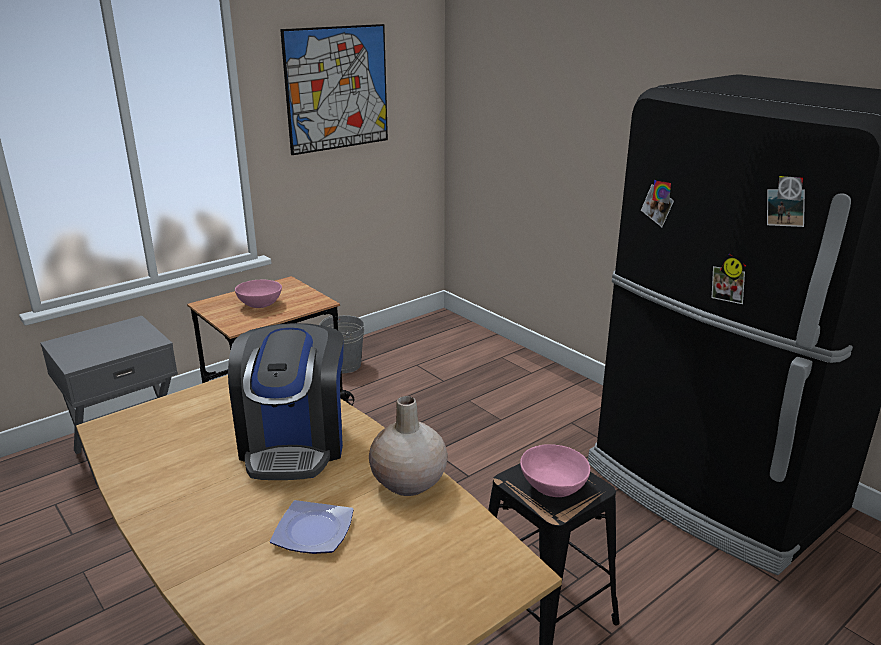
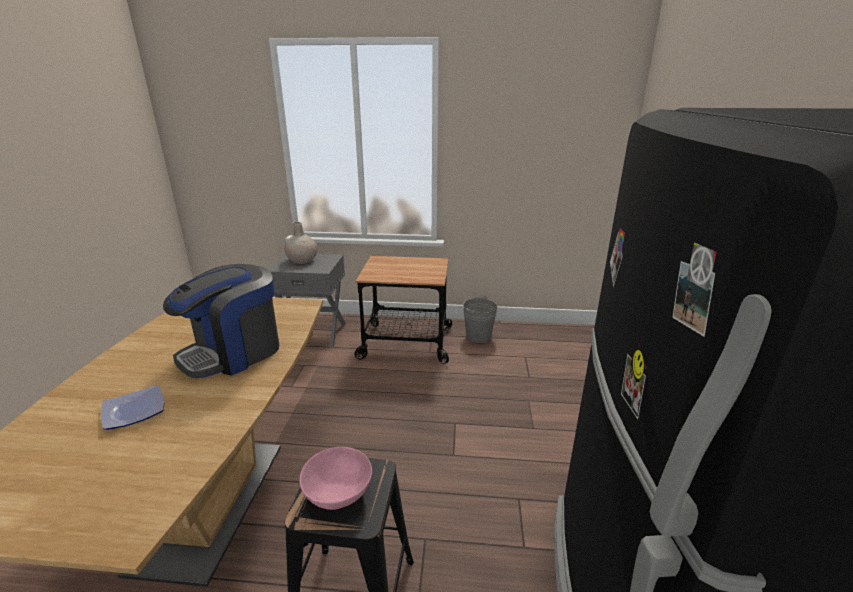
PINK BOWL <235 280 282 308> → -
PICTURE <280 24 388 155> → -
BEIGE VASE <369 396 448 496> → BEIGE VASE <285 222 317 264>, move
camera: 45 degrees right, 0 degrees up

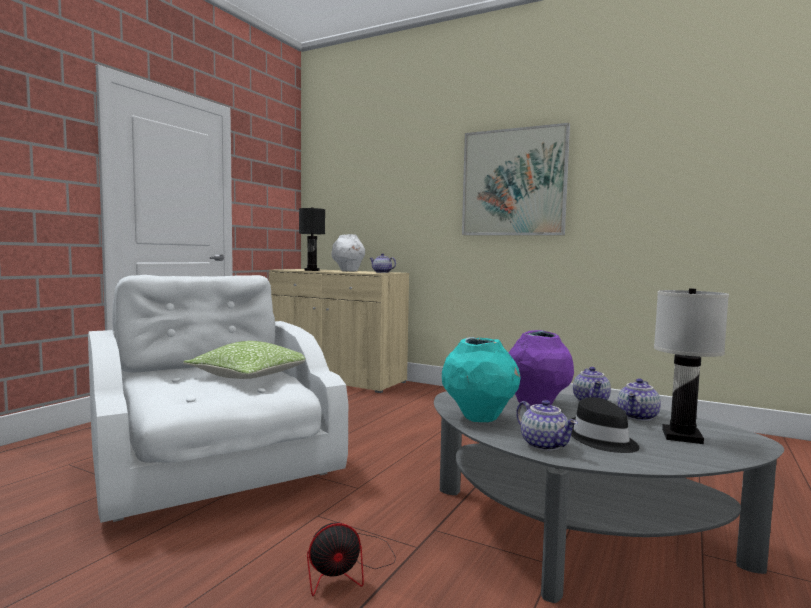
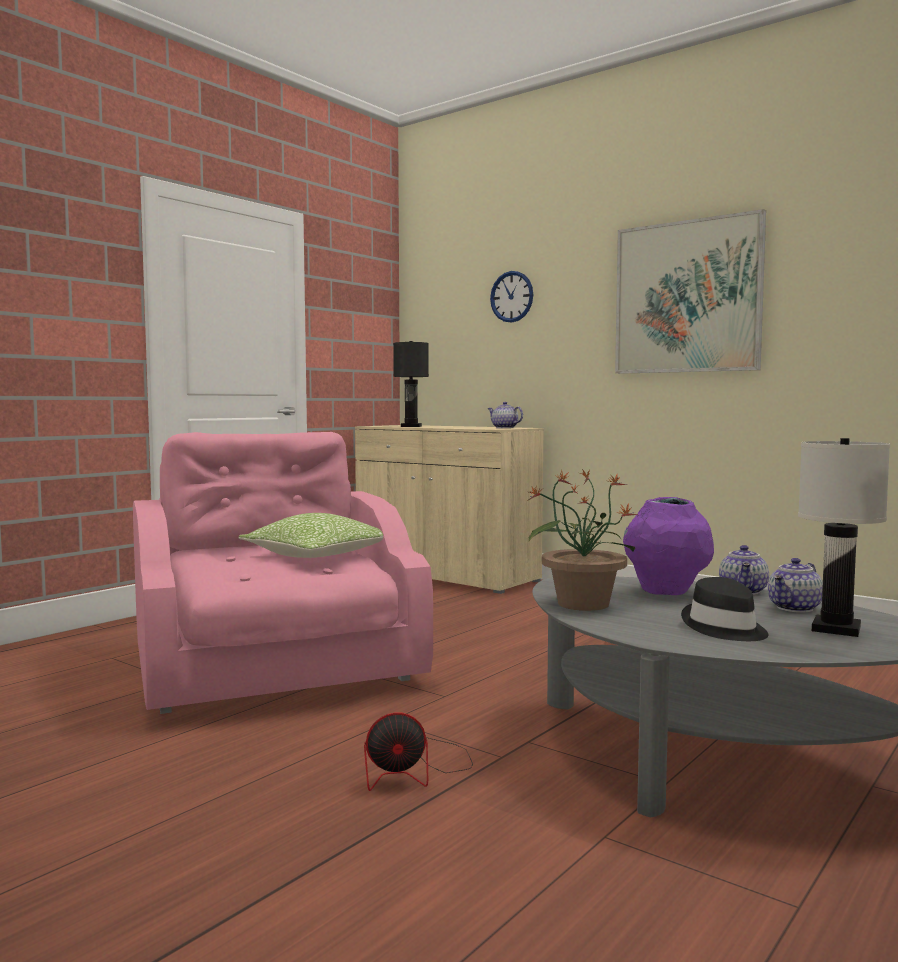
WHITE VASE <331 234 365 271> → -
TEAPOT <516 400 578 451> → -
- → WALL CLOCK <490 271 533 323>
TURQUOISE VASE <442 337 521 422> → POTTED PLANT <527 469 638 611>
WHITE ARMCHAIR <88 275 348 523> → PINK ARMCHAIR <133 432 433 714>
camera: 10 degrees right, 0 degrees up

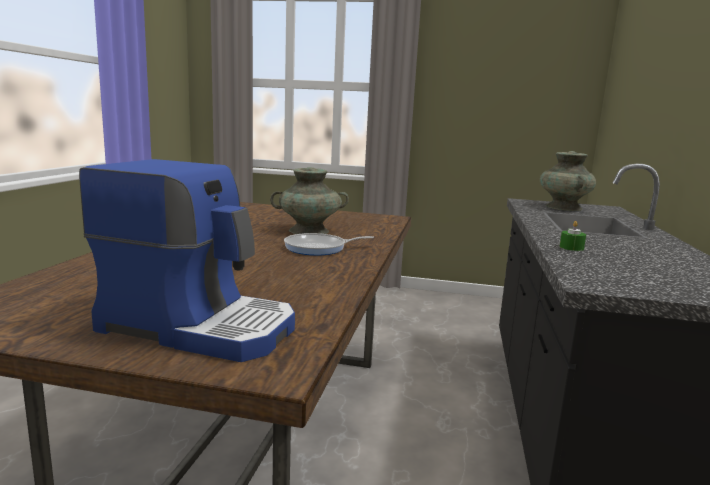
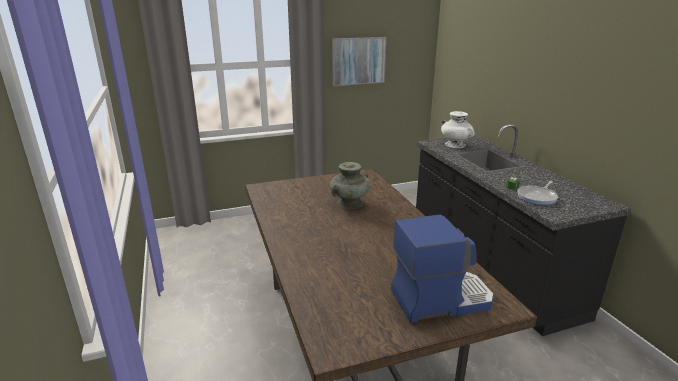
- → PICTURE <332 37 386 86>
FRYING PAN <284 233 374 256> → FRYING PAN <517 181 558 205>, move
TURQUOISE VASE <540 151 596 211> → WHITE VASE <441 111 475 148>
camera: 30 degrees left, 10 degrees up

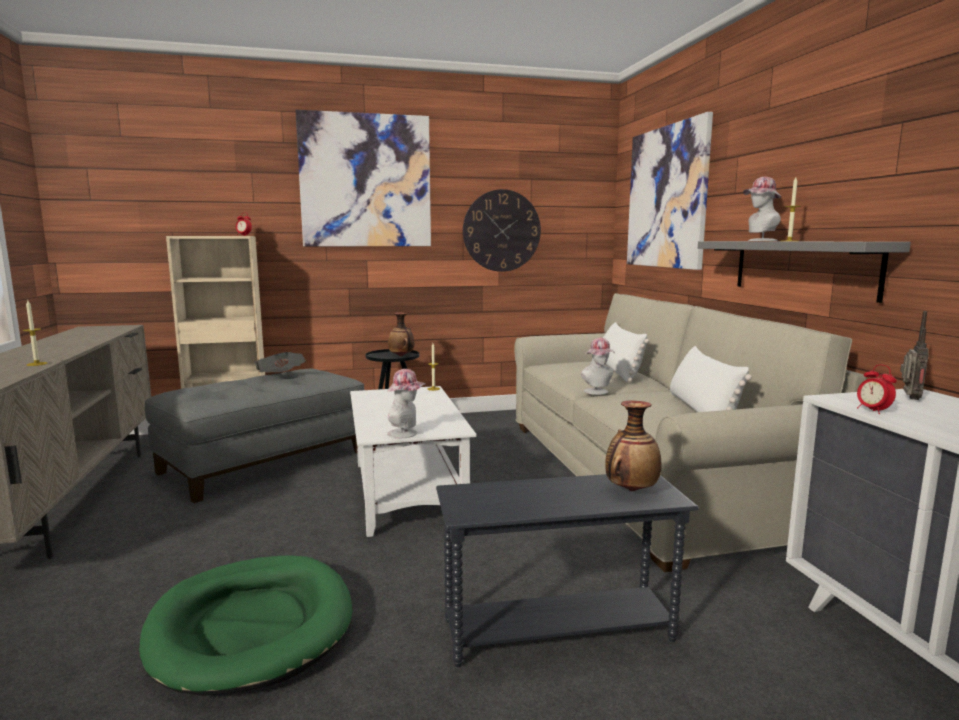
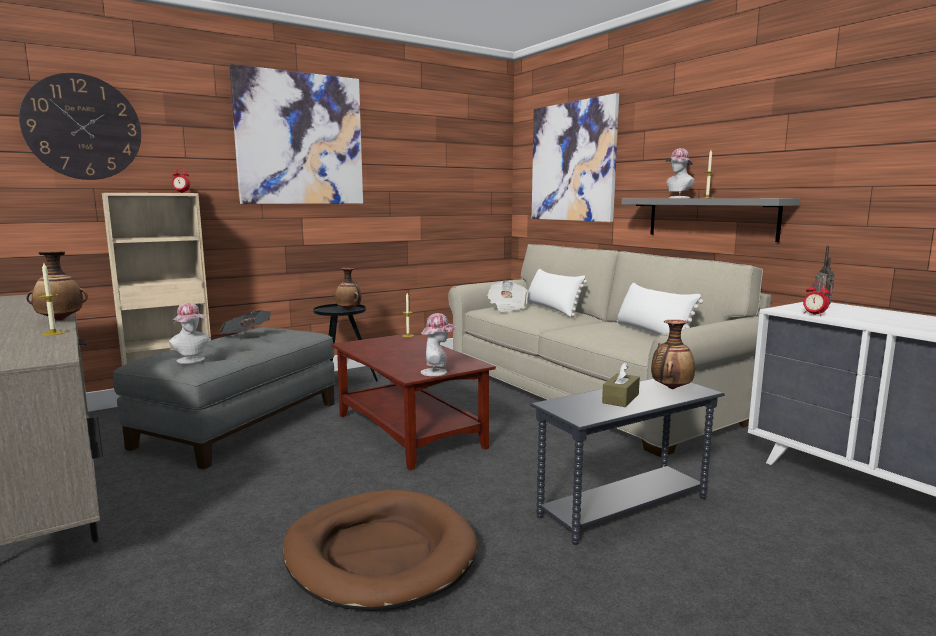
- → VASE <26 251 88 321>
- → NEWSPAPER <487 281 528 312>
- → BROWN TISSUE BOX <602 362 640 407>
WALL CLOCK <463 189 541 272> → WALL CLOCK <19 73 141 180>, move
HAT <581 338 615 395> → HAT <169 303 209 364>, move
GREEN DOG BED <139 555 353 696> → BROWN DOG BED <282 490 478 611>
WHITE COFFEE TABLE <350 386 477 537> → BROWN COFFEE TABLE <331 333 496 471>
camera: 20 degrees left, 0 degrees up

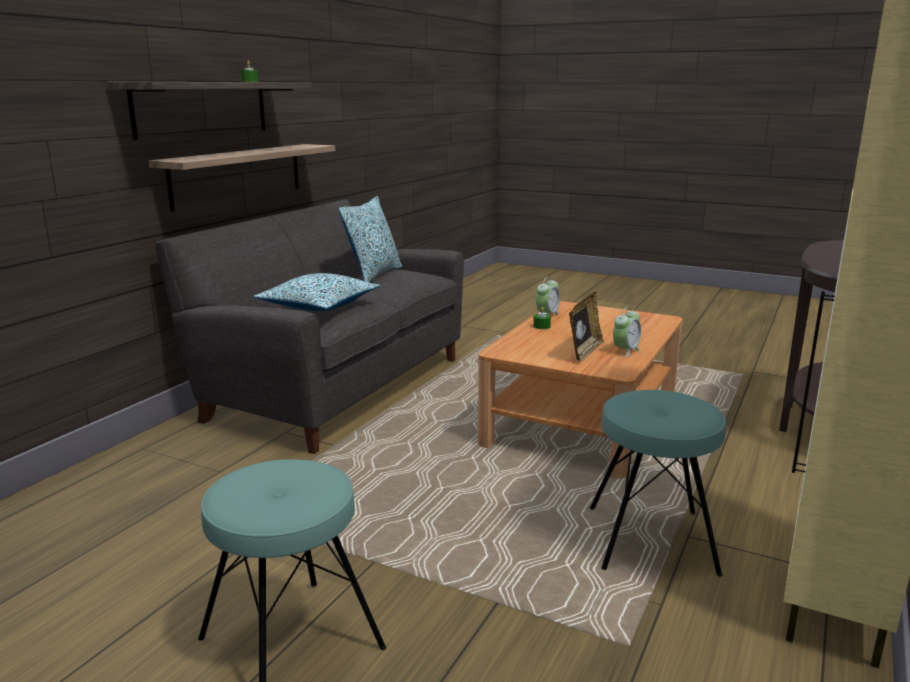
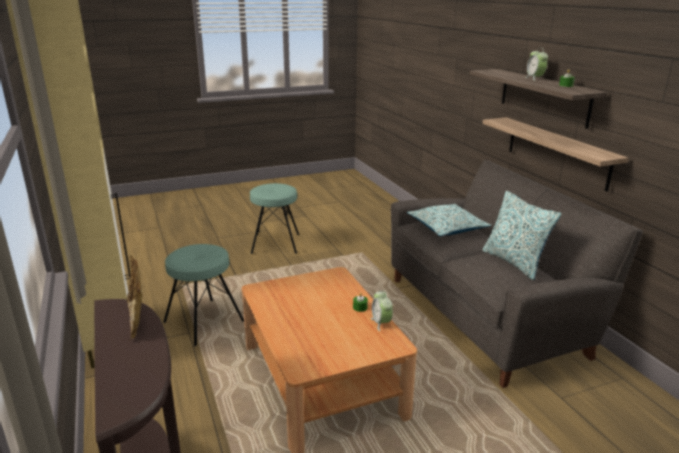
PICTURE FRAME <569 292 604 362> → PICTURE FRAME <127 256 142 340>, move
ALARM CLOCK <613 307 641 357> → ALARM CLOCK <525 48 548 81>, move
camera: 130 degrees right, 5 degrees up

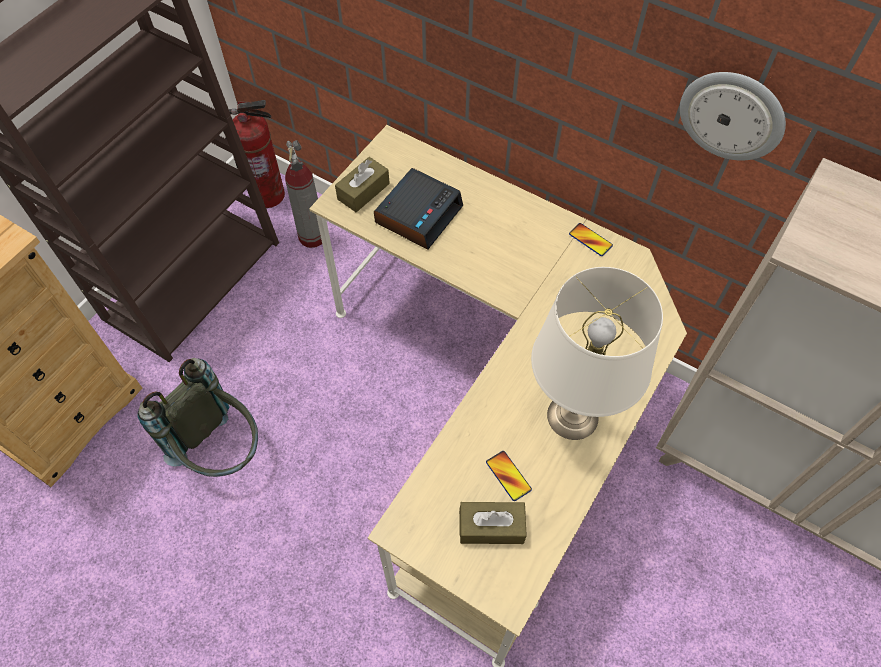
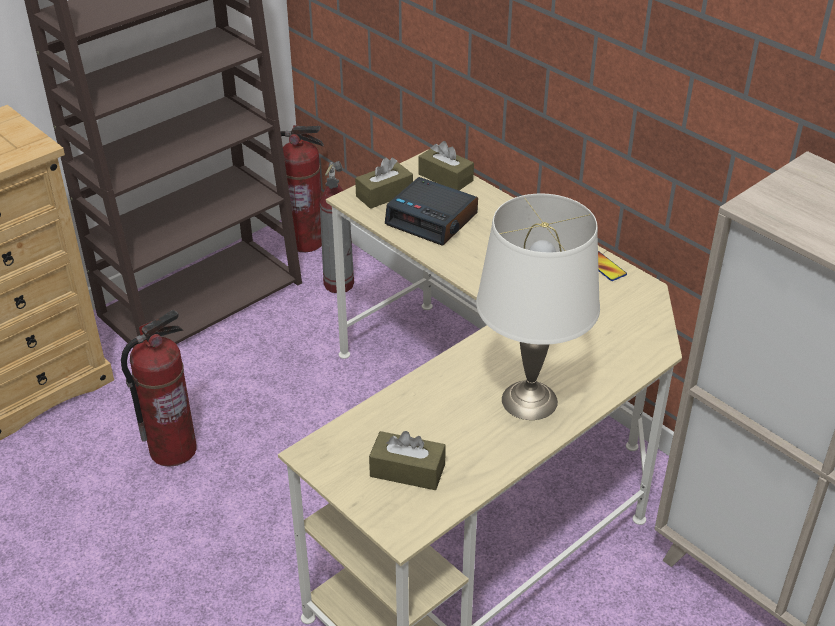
PHONE <486 451 532 501> → -
WALL CLOCK <680 72 786 160> → -
- → BROWN TISSUE BOX <418 141 474 190>
GREY BACKPACK <137 358 258 477> → FIRE EXTINGUISHER <121 310 197 467>
ALARM CLOCK <374 168 463 250> → ALARM CLOCK <385 177 478 245>, 75 degrees clockwise
camera: 15 degrees right, 20 degrees down

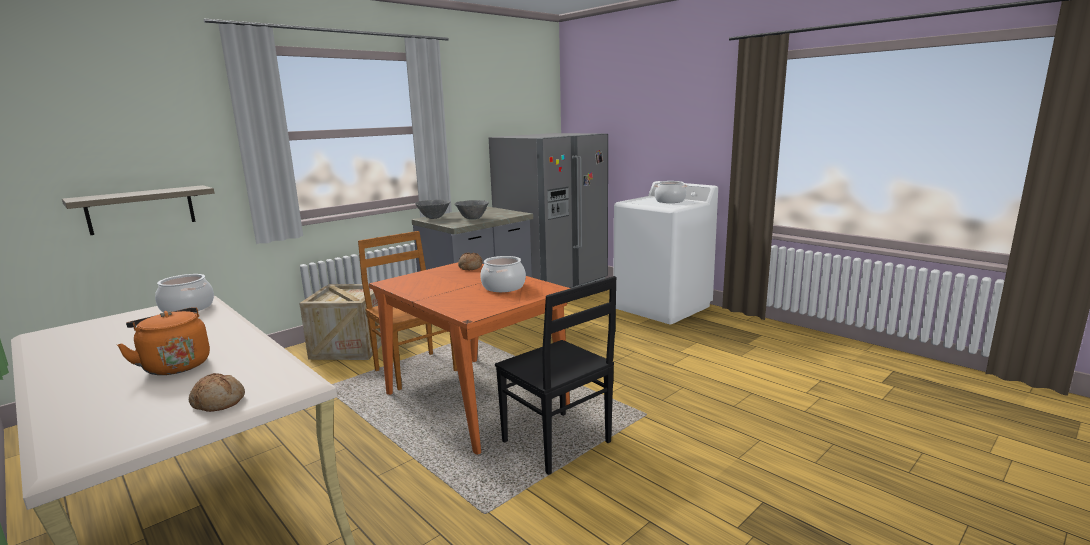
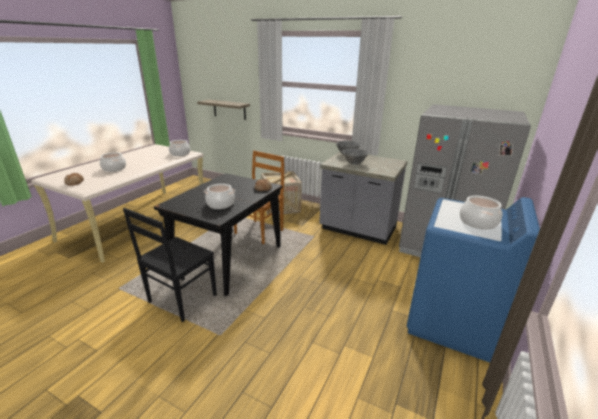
ORANGE KETTLE <117 307 210 375> → COOKING POT <100 153 126 172>
ORANGE DINING TABLE <369 262 571 455> → BLACK DINING TABLE <154 173 283 296>
WHITE WASHING MACHINE <614 181 718 324> → BLUE WASHING MACHINE <407 197 540 362>
camera: 70 degrees right, 10 degrees up

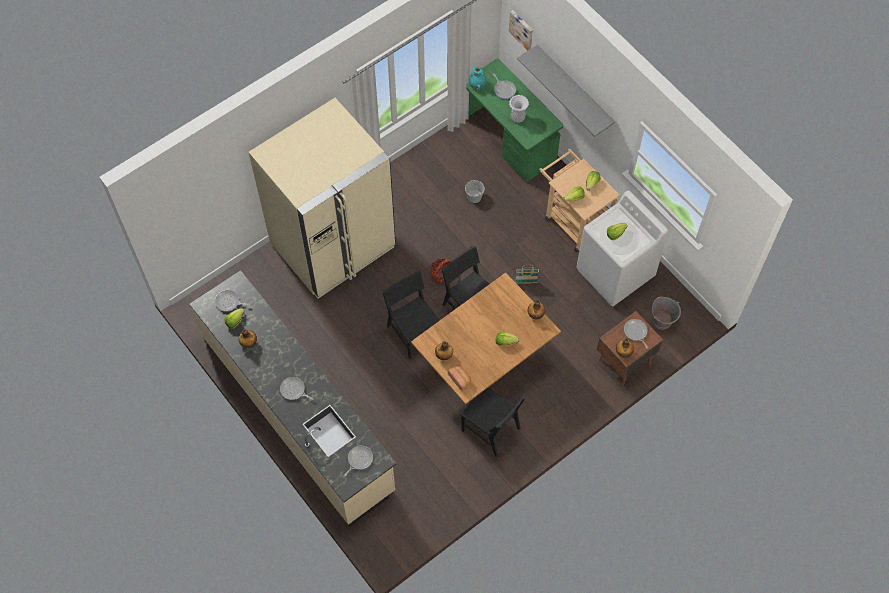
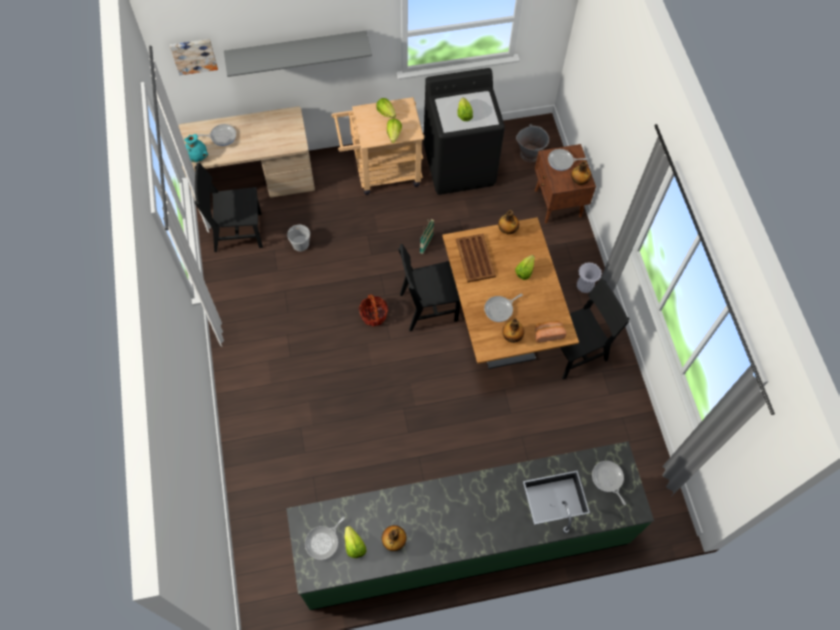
BEIGE FRIDGE <249 98 396 299> → -
- → BROWN TRAY <456 234 496 282>
FRYING PAN <280 377 313 400> → FRYING PAN <484 293 523 322>, move
BLACK CHAIR <383 271 440 359> → BLACK CHAIR <195 162 263 252>, move
WHITE VASE <509 95 529 123> → WHITE VASE <577 262 602 293>, move
BEIGE COUNTER <190 270 397 527> → GREEN COUNTER <286 441 654 610>
GREEN DESK <466 59 563 182> → BEIGE DESK <178 106 315 213>
WHITE WASHING MACHINE <577 190 668 307> → BLACK WASHING MACHINE <423 68 505 195>
camera: 65 degrees left, 0 degrees up

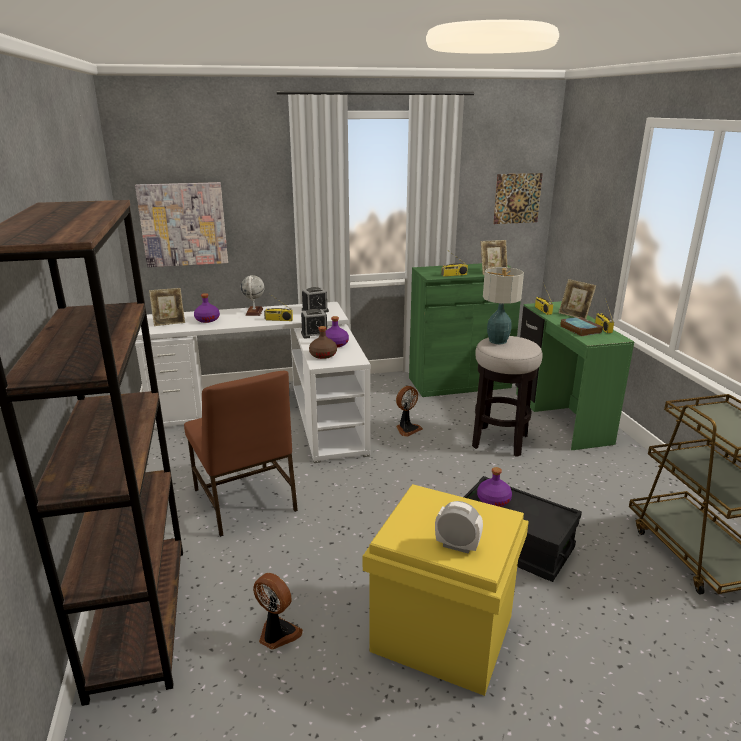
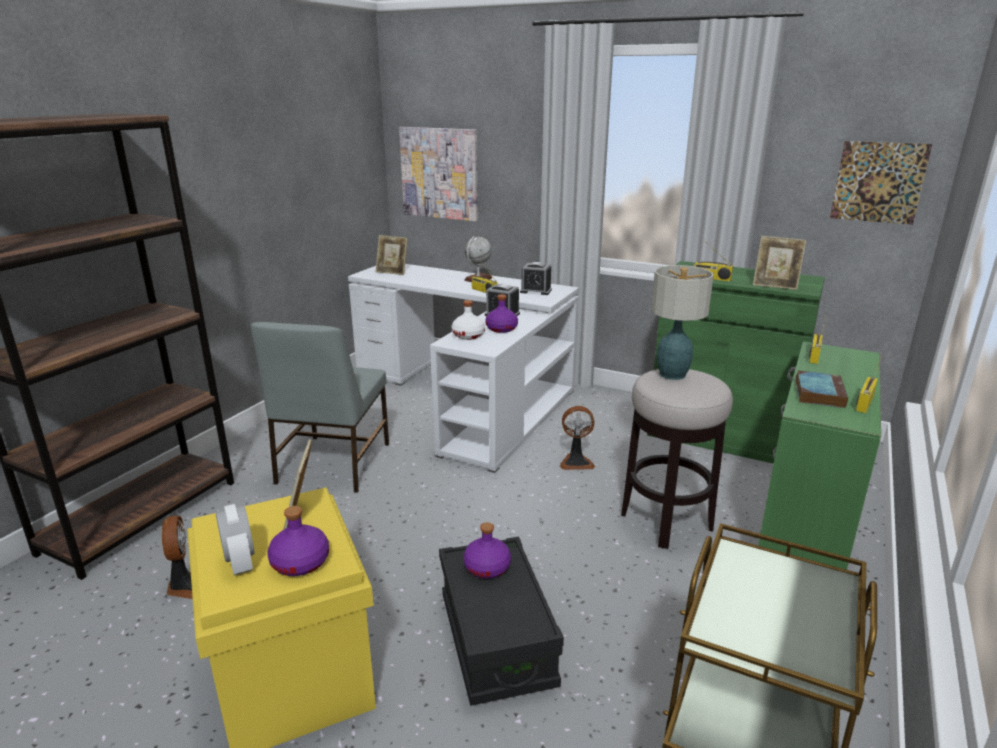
PURPLE BOTTLE <194 293 220 323> → PURPLE BOTTLE <267 506 329 576>, move
PICTURE FRAME <558 279 596 319> → PICTURE FRAME <283 439 312 529>, move
BROWN CHAIR <184 371 298 537> → GREY CHAIR <251 322 389 493>
BROWN BOTTLE <309 326 337 359> → WHITE BOTTLE <451 300 485 340>
camera: 40 degrees right, 0 degrees up

